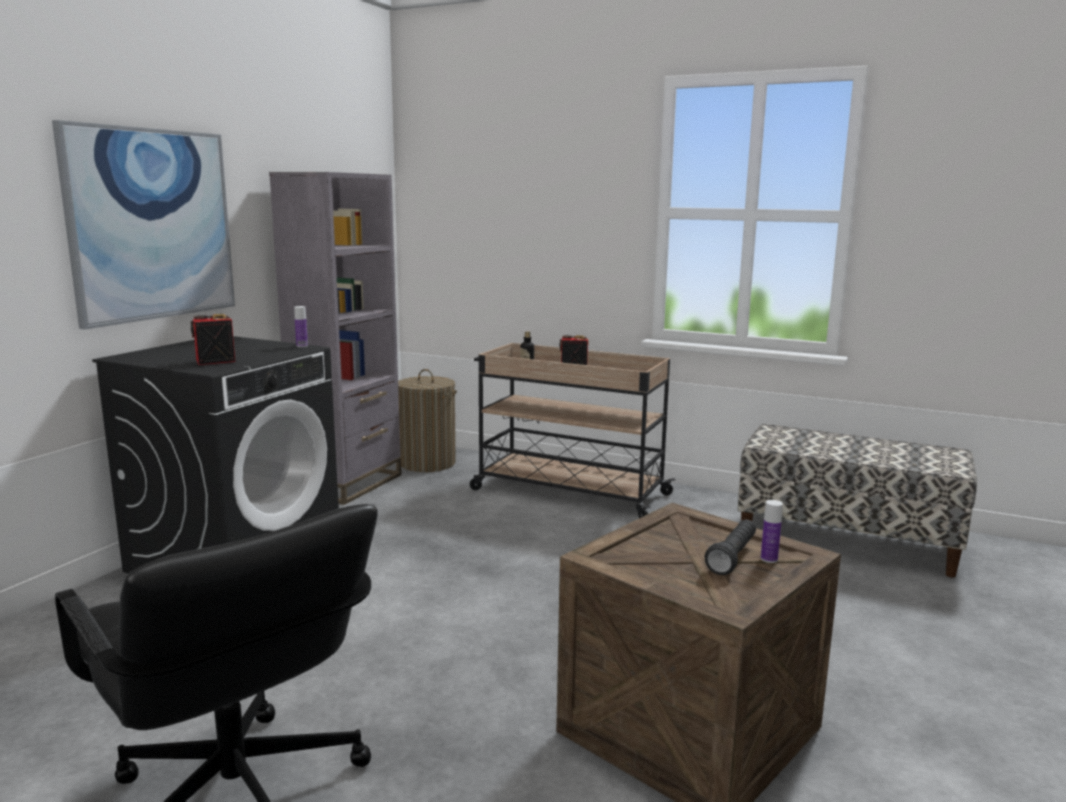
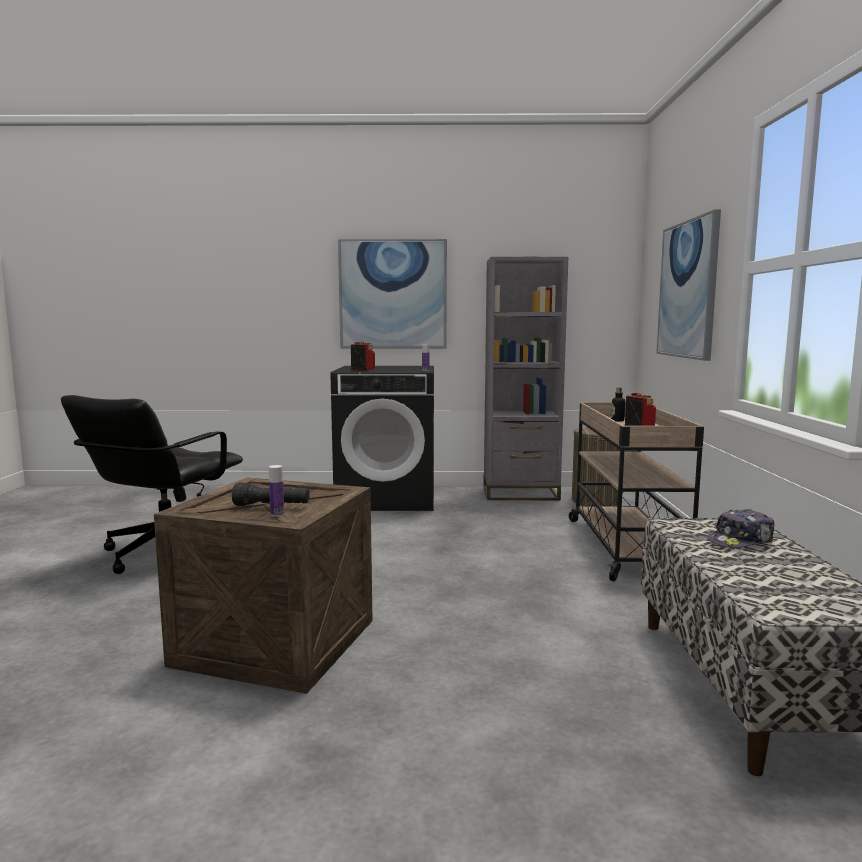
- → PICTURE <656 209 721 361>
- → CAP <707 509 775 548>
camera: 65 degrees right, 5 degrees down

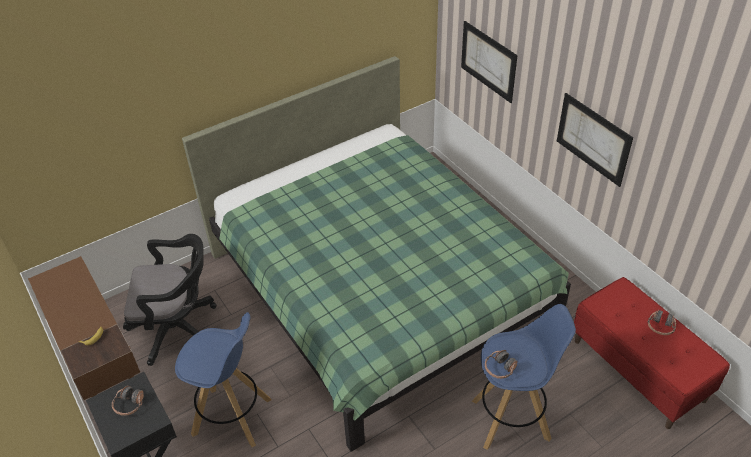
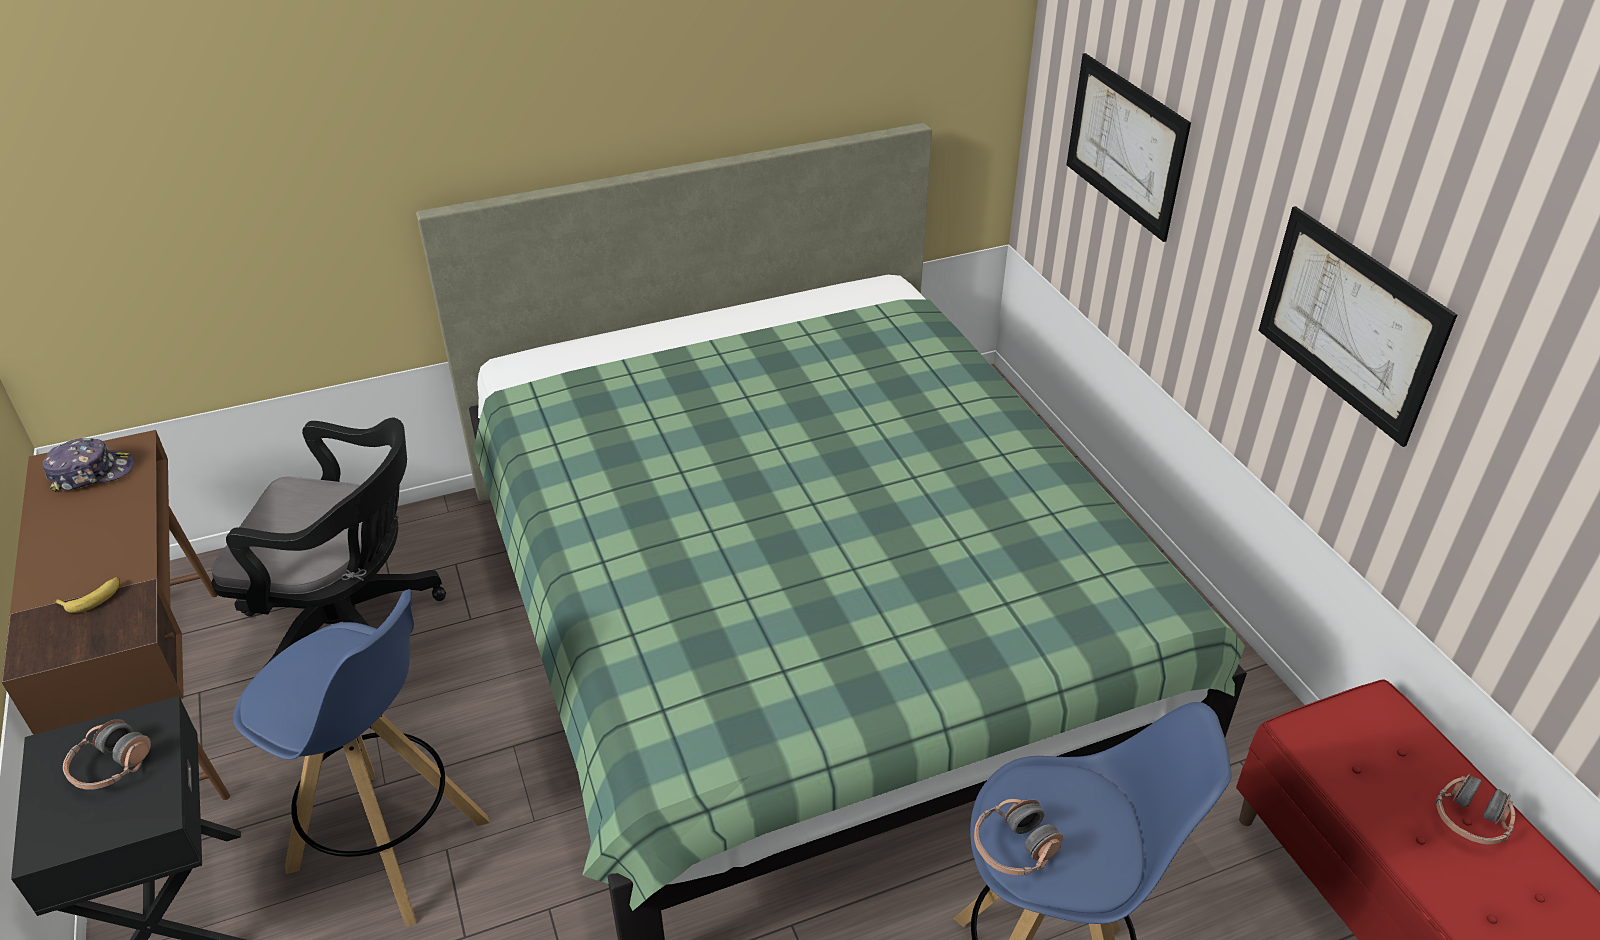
- → CAP <43 438 134 492>
camera: 10 degrees right, 5 degrees down

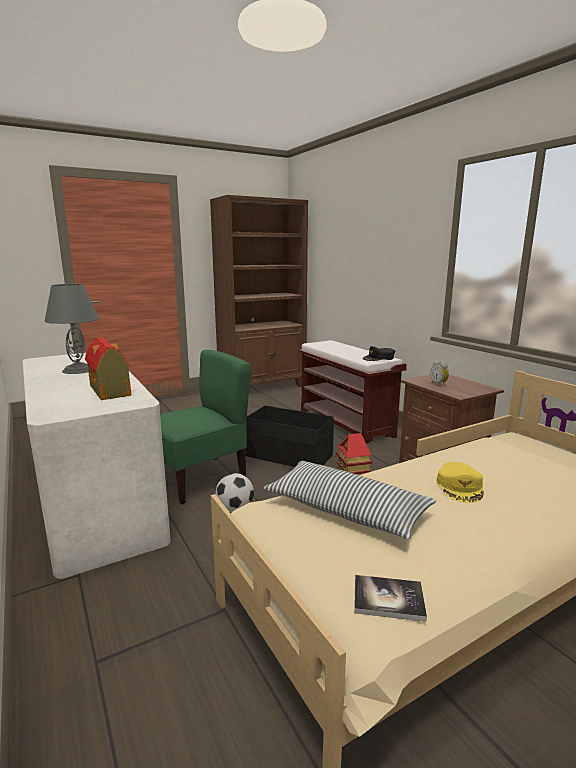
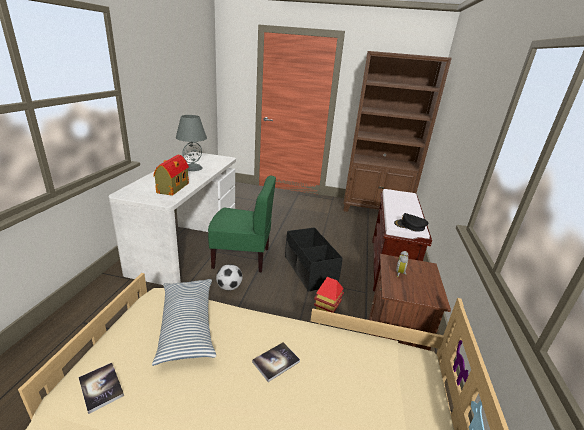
YELLOW CAP <437 462 484 503> → BOOK <252 342 300 382>
camera: 40 degrees right, 10 degrees up

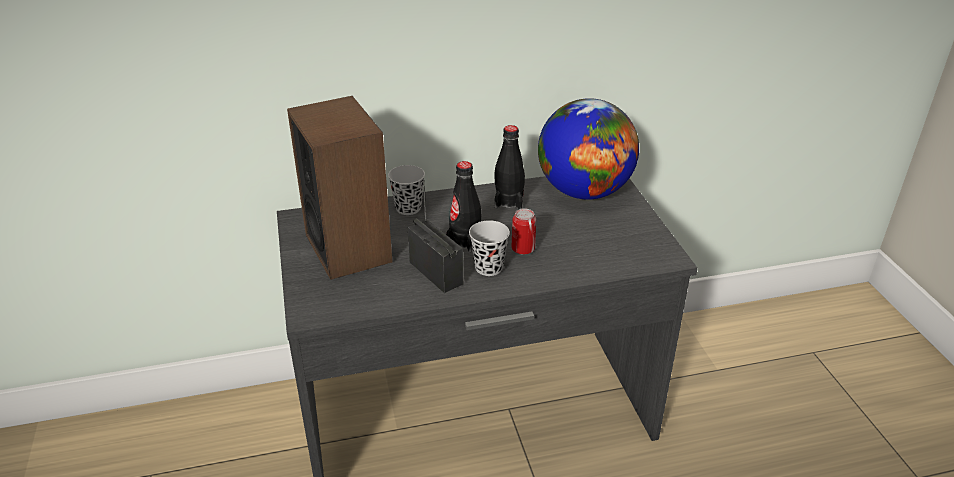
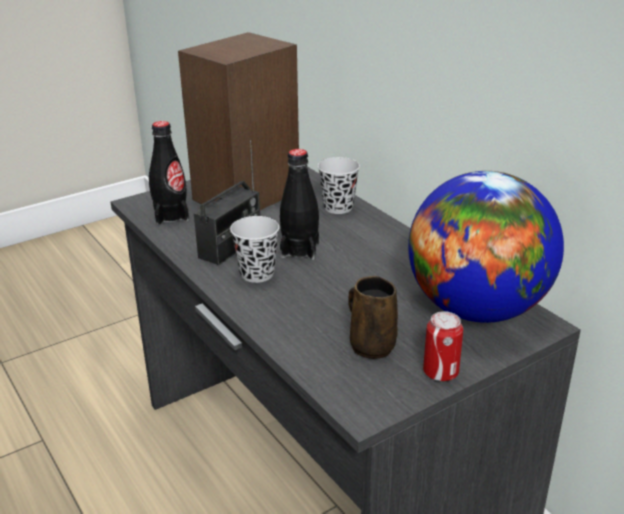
- → BROWN MUG <348 276 398 359>
BLACK BOTTLE <494 125 525 209> → BLACK BOTTLE <149 121 189 225>, move
CAN <512 208 536 255> → CAN <423 311 463 381>, move
camera: 70 degrees right, 5 degrees down

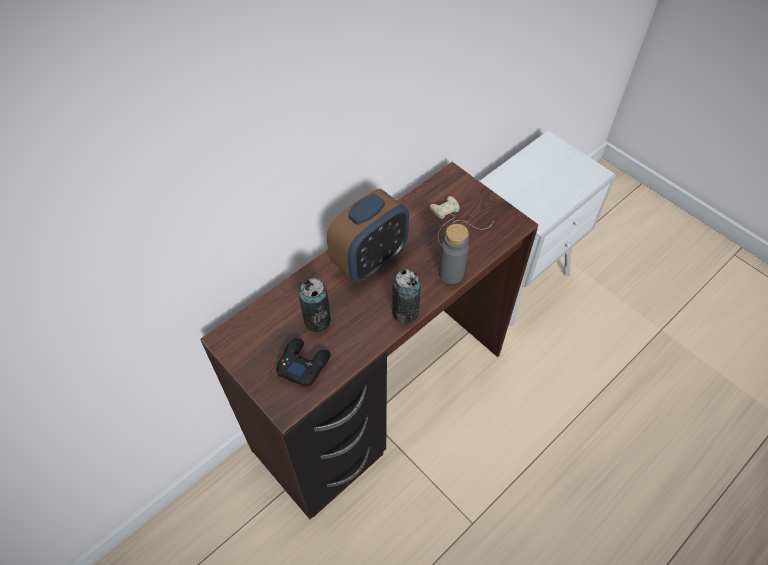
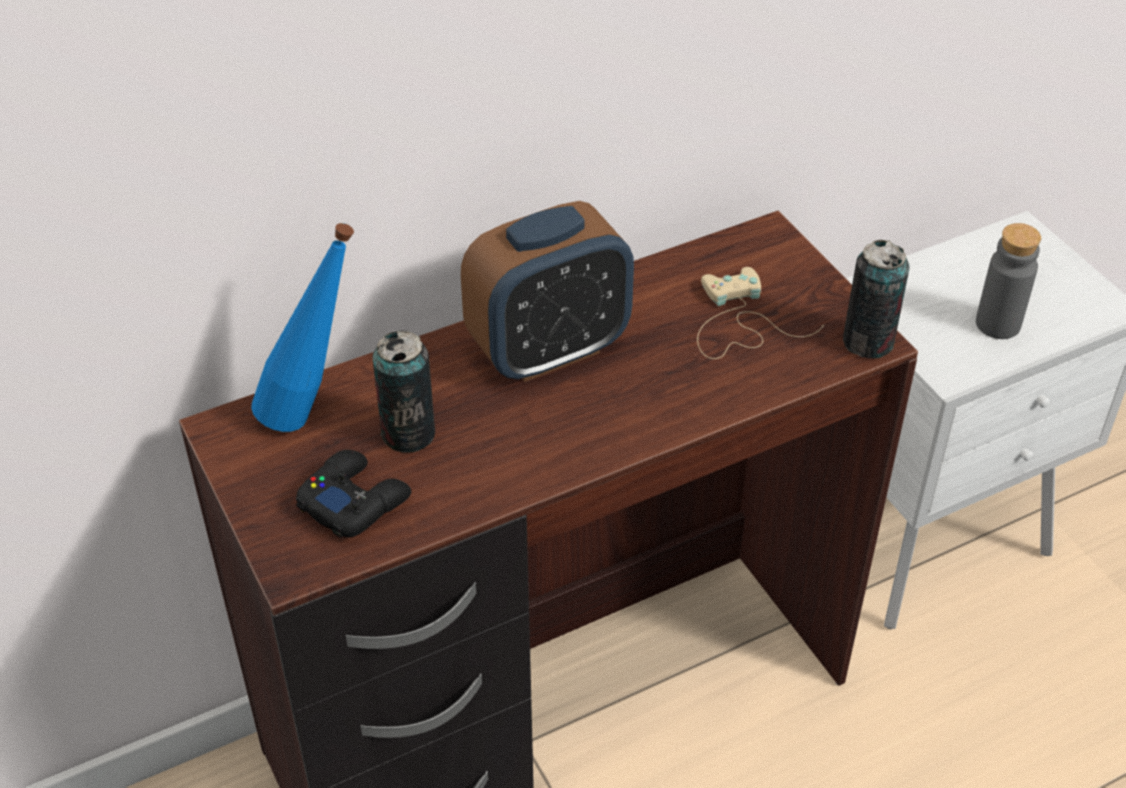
- → BLUE BOTTLE <251 223 354 432>
CAN <392 269 421 324> → CAN <843 239 910 358>, move
GREY BOTTLE <439 224 469 284> → GREY BOTTLE <976 223 1041 339>, move
camera: 15 degrees right, 10 degrees down

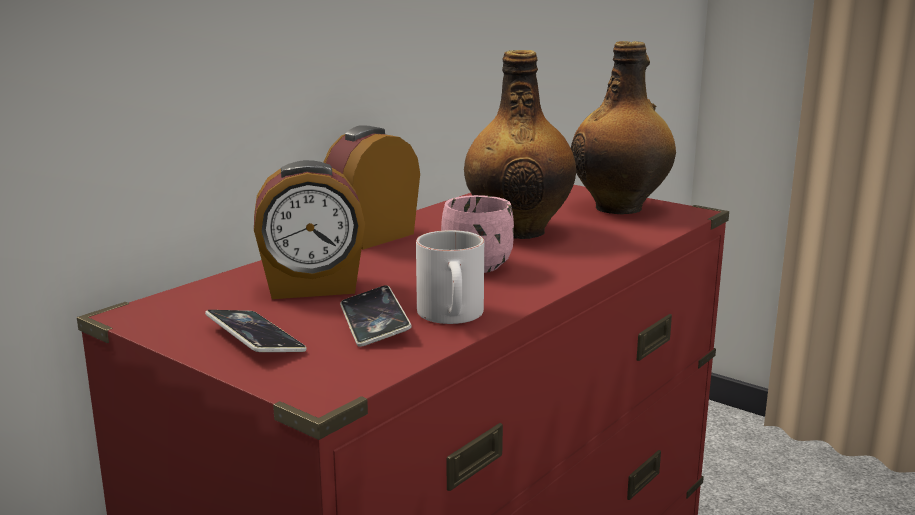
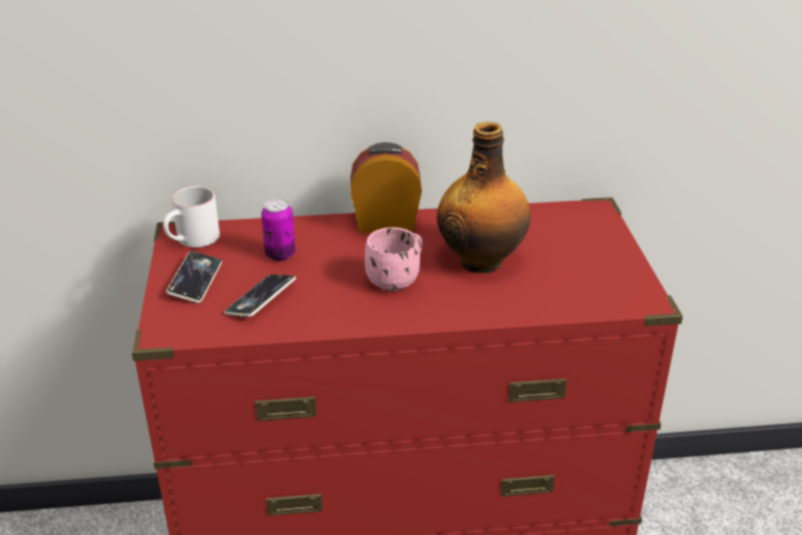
BOTTLE <571 41 676 214> → -
WHITE MUG <416 230 484 324> → WHITE MUG <163 186 220 248>, move
ALARM CLOCK <254 160 365 299> → CAN <261 198 295 261>
camera: 45 degrees right, 15 degrees up

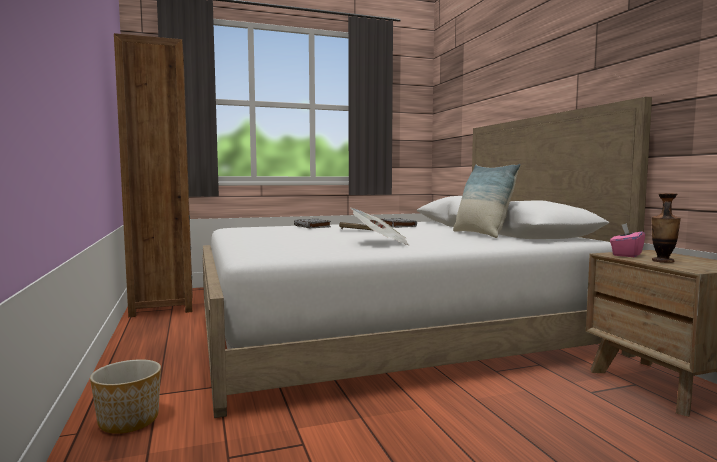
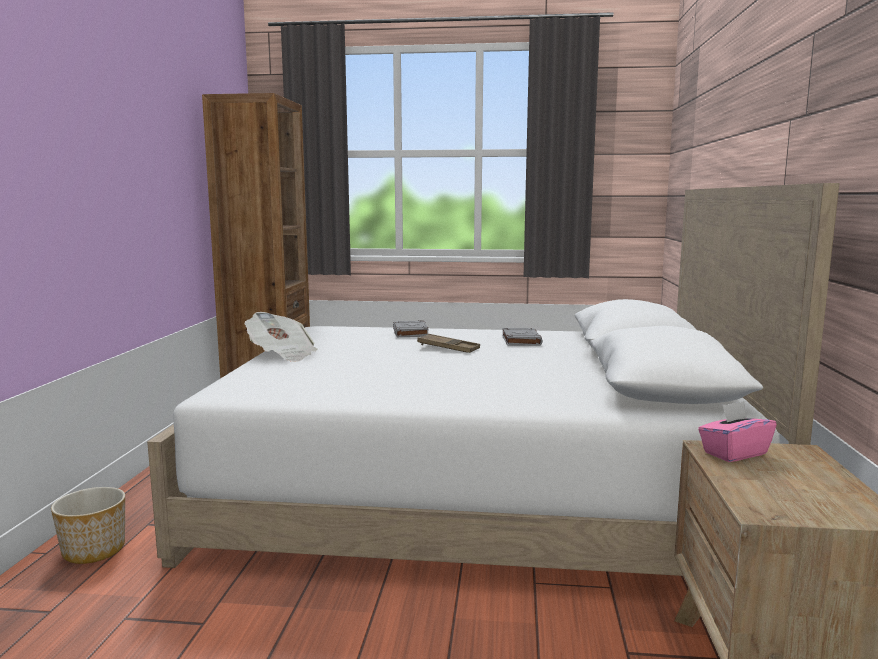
PILLOW <453 164 521 238> → -
VASE <651 193 681 263> → -
NEWSPAPER <351 208 409 245> → NEWSPAPER <244 312 318 362>, move
camera: 25 degrees right, 5 degrees up

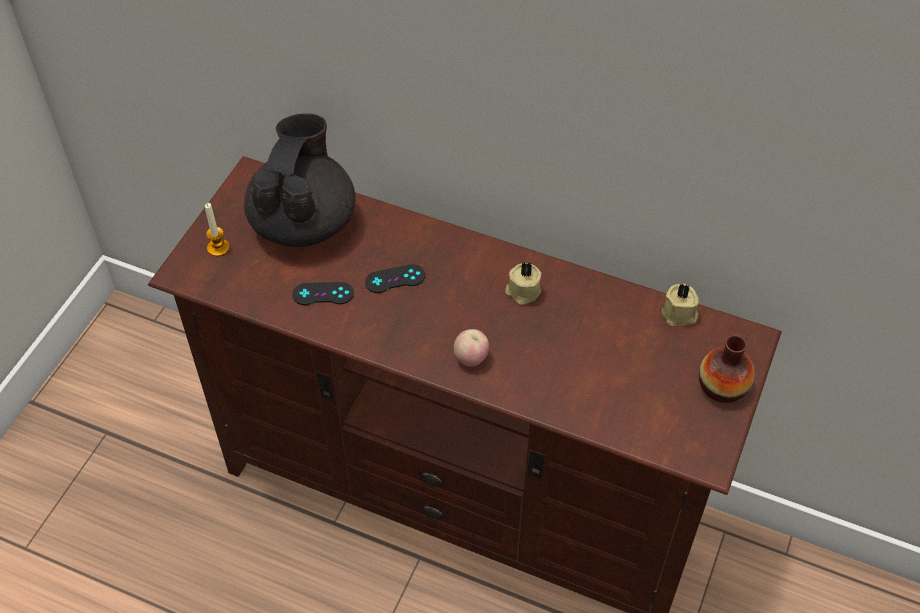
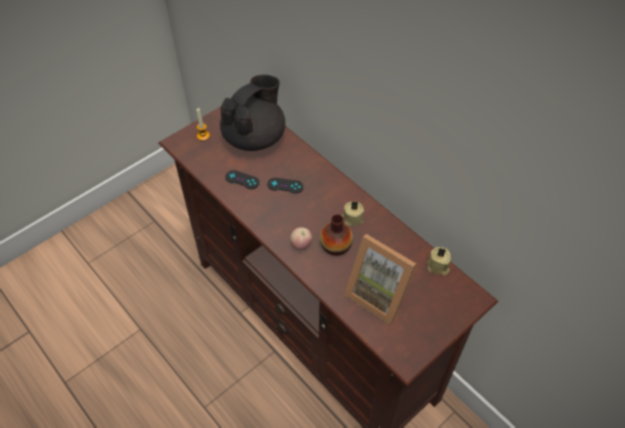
- → PICTURE FRAME <344 234 416 324>
VASE <699 335 755 403> → VASE <320 214 353 256>, move
camera: 25 degrees right, 0 degrees up

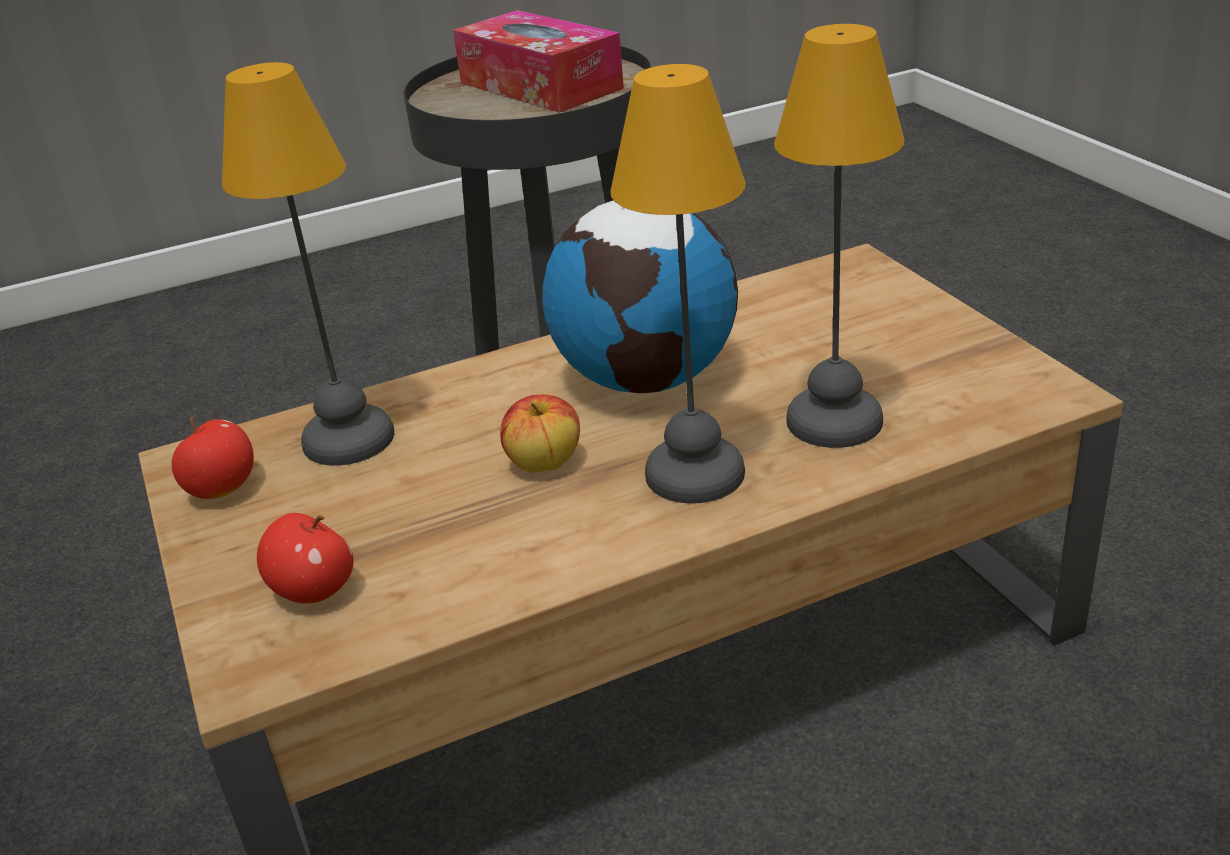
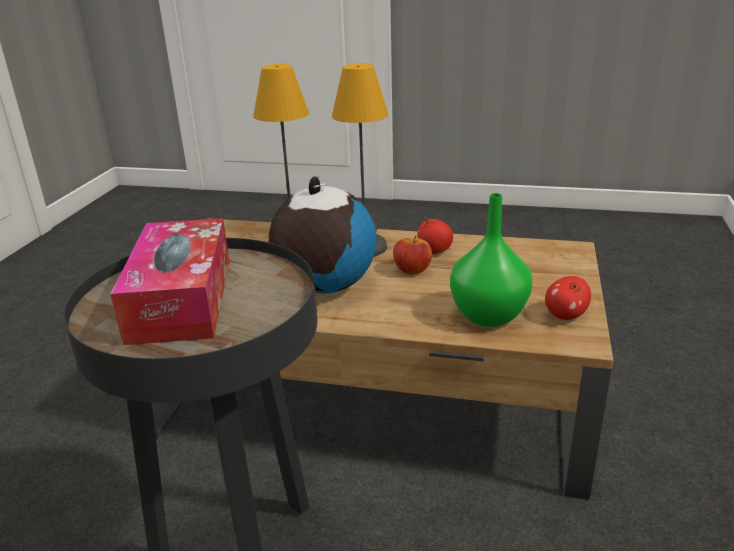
APPLE <257 513 353 604> → APPLE <417 217 453 254>, move
TABLE LAMP <222 62 394 466> → GREEN VASE <450 193 532 327>
camera: 145 degrees left, 5 degrees down

